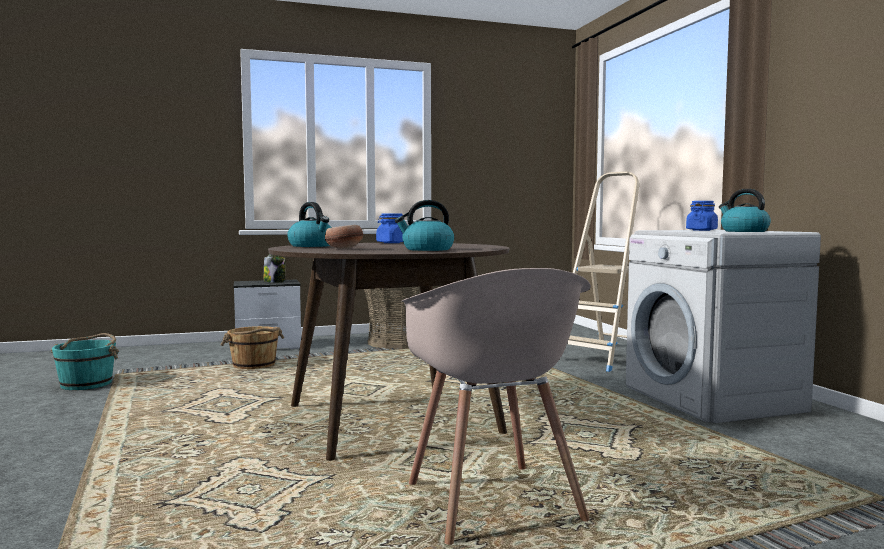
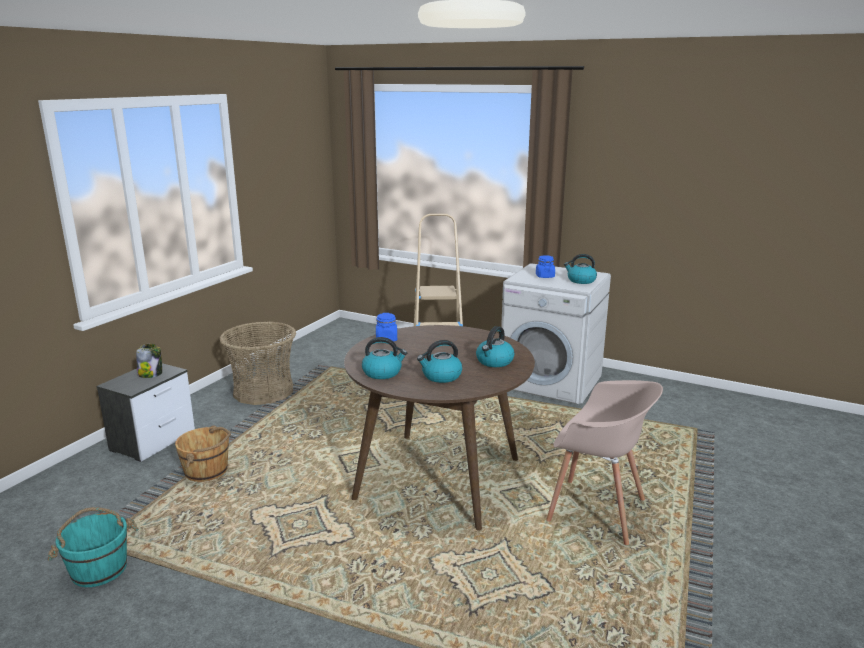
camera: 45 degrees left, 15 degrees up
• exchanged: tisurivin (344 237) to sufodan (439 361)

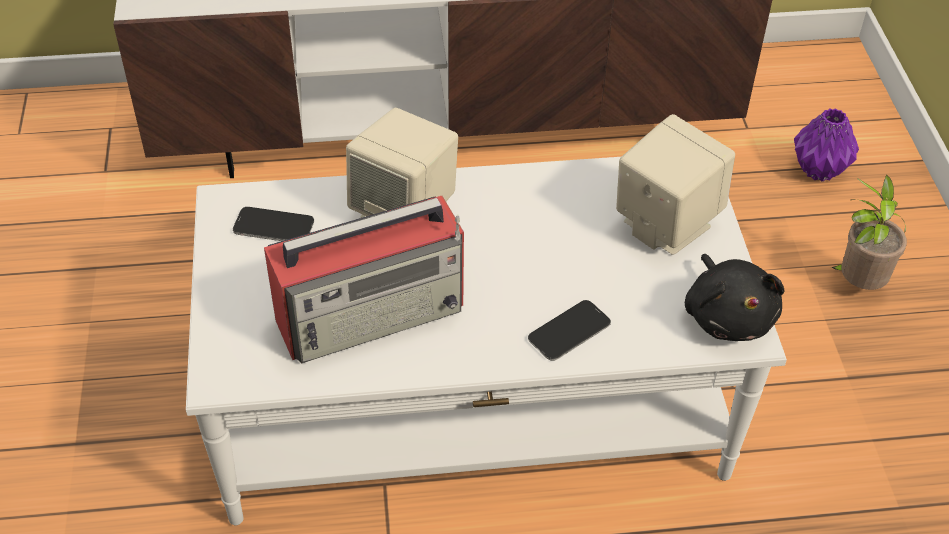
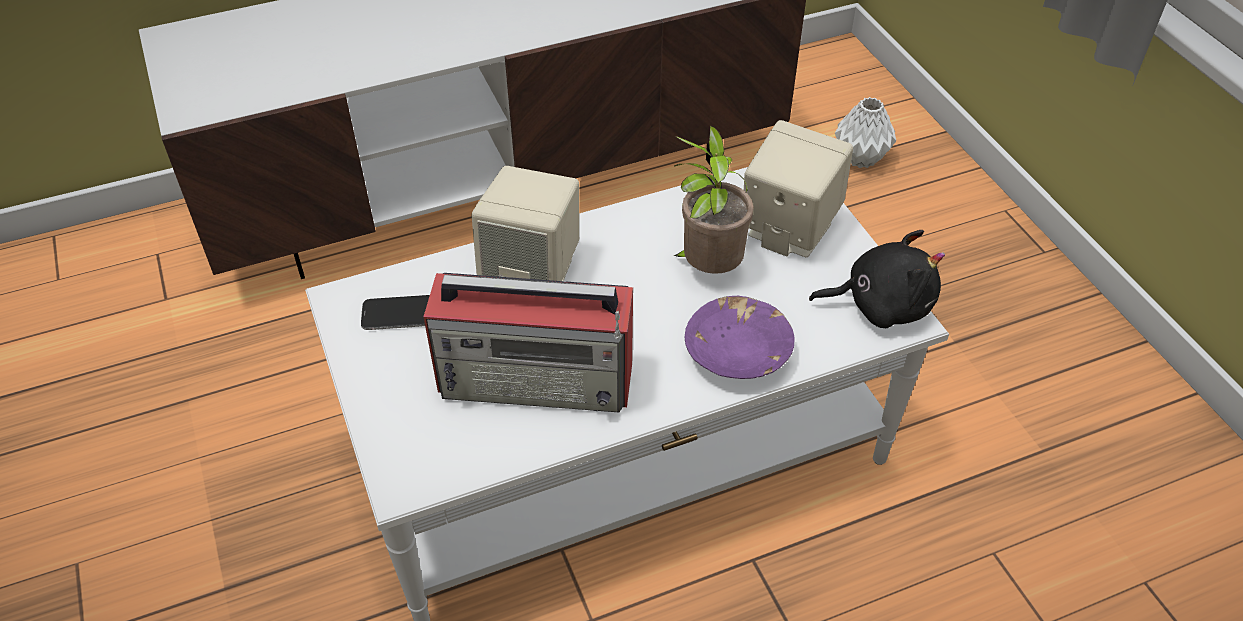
camera: 15 degrees left, 0 degrees up
• colour: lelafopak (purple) (826 145) to lelafopak (white) (865 132)
• relocated: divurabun (869 232) to (714 199)
• spun: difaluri (364 279) = (528 342) 45 degrees clockwise
• spun: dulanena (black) (735 297) = (877 279) 60 degrees counterclockwise
• exchanged: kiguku (569 330) to tisurivin (purple) (739 337)

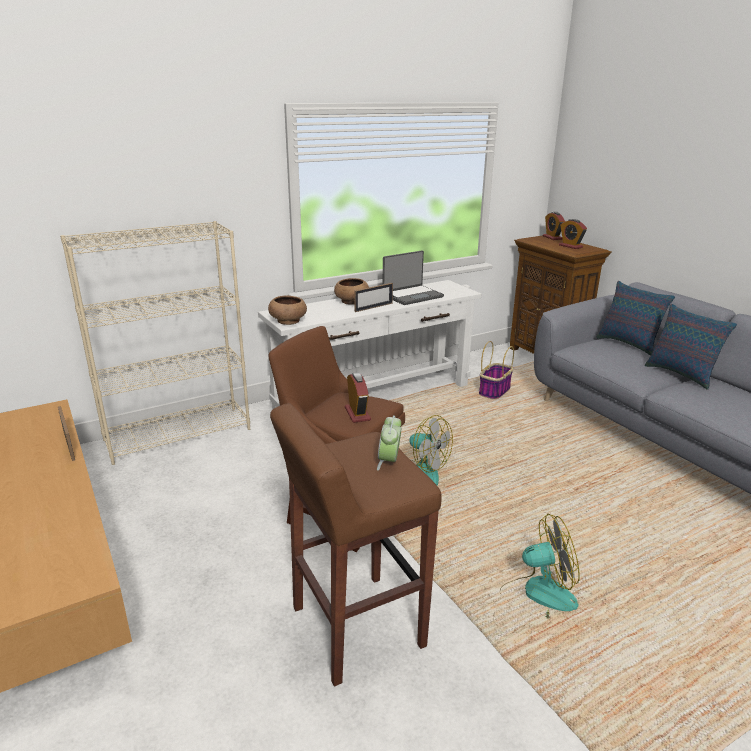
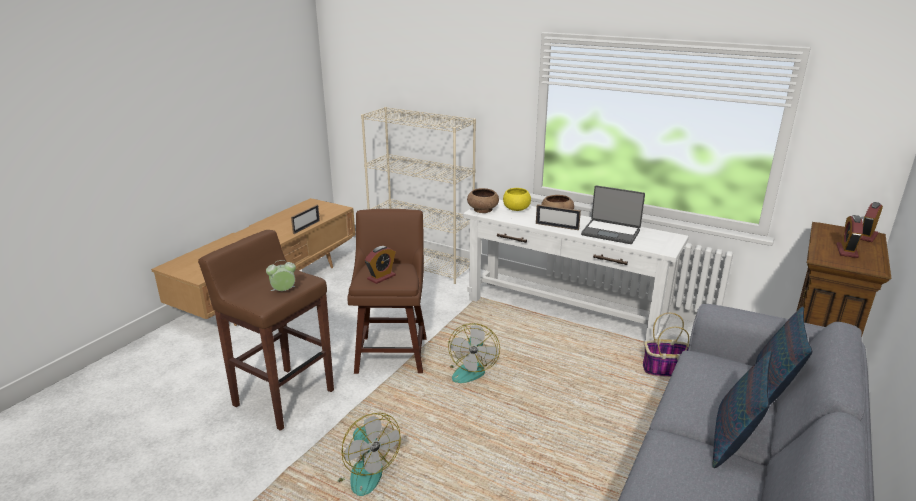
camera: 60 degrees right, 0 degrees up
• appeared: tisurivin (yellow) (517 199)

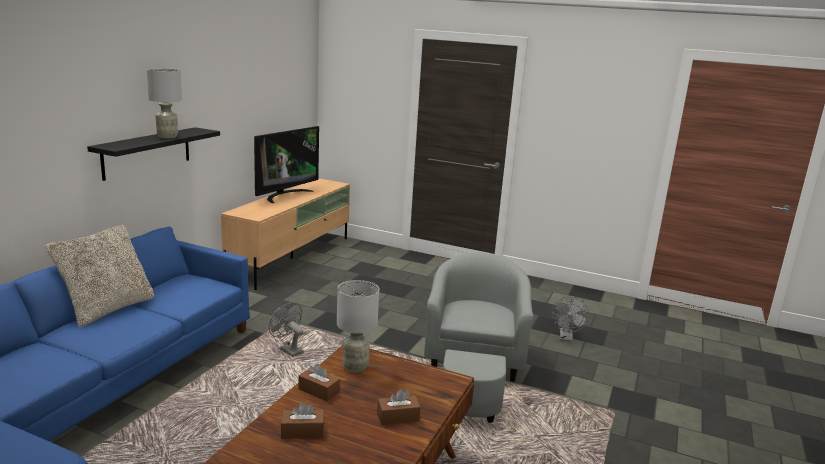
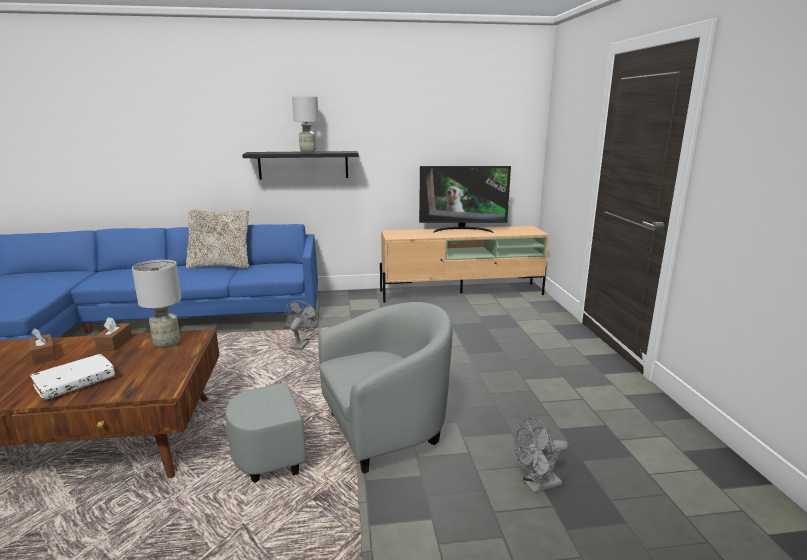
camera: 60 degrees right, 0 degrees up
• exchanged: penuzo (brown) (399 407) to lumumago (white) (72 377)

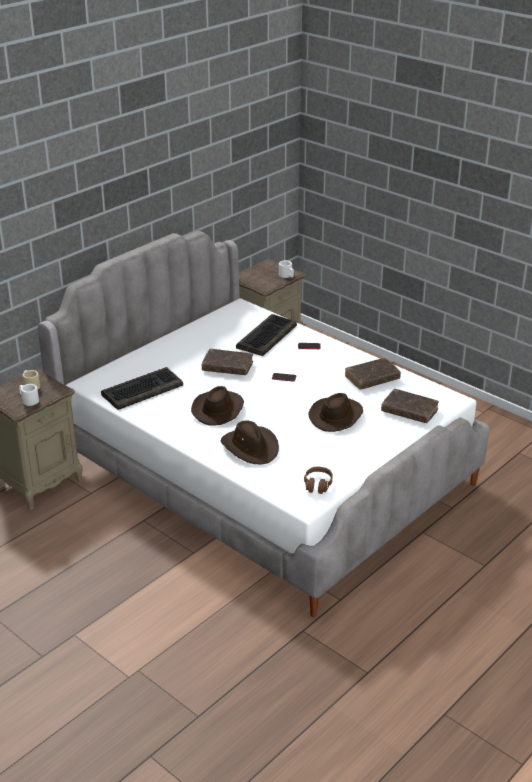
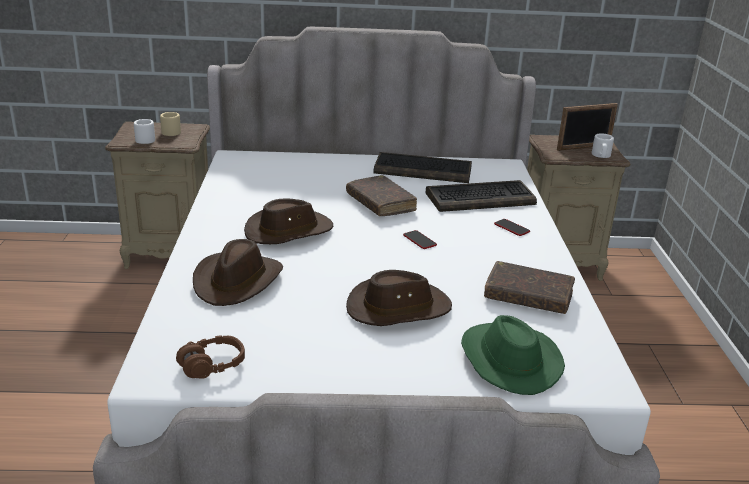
camera: 45 degrees right, 5 degrees down
• relocated: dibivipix (142 388) to (422 167)
• exchanged: lumumago (brown) (410 406) to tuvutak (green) (513 355)
• appeared: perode (587 127)

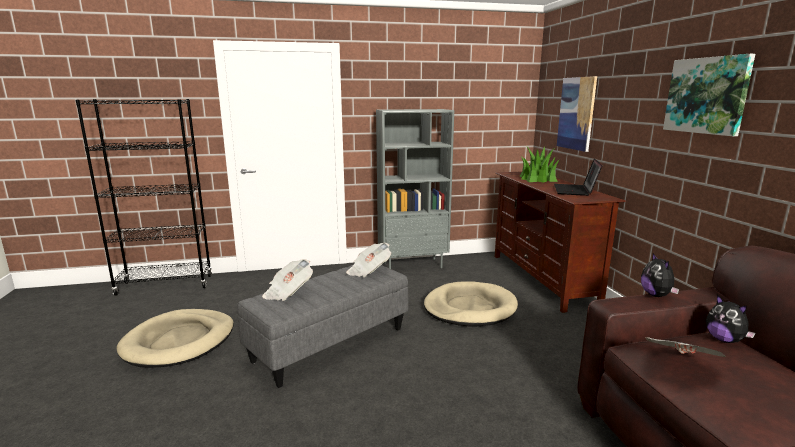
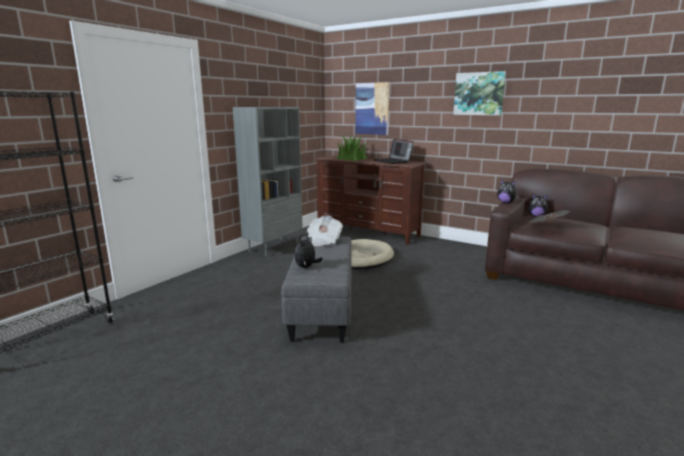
camera: 45 degrees left, 0 degrees up
• exchanged: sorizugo (287 280) to dulanena (309 251)
• missing: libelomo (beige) (175 338)

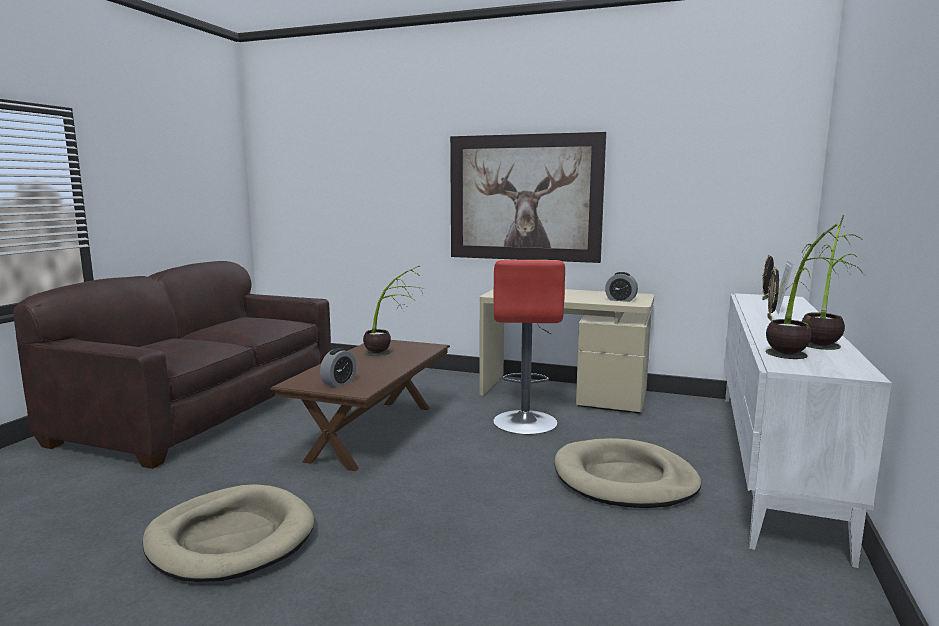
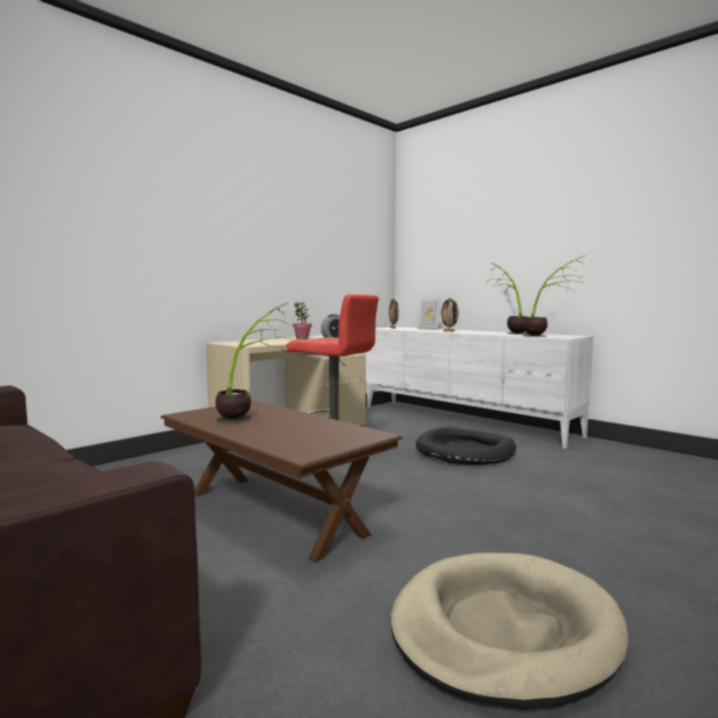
camera: 65 degrees left, 5 degrees down
• missing: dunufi (528 197)
• missing: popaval (338 367)
• colour: libelomo (beige) (627 473) to libelomo (black) (466 446)
• appeared: divurabun (302 321)

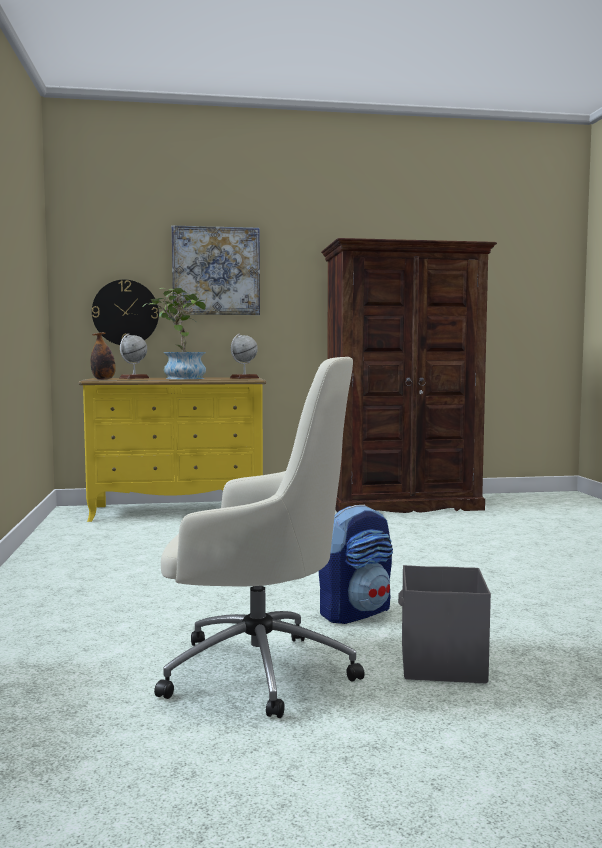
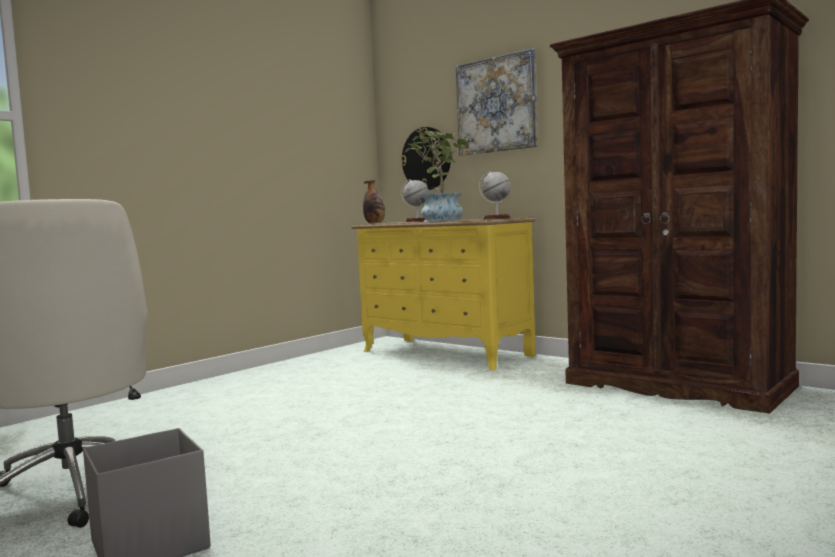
camera: 50 degrees right, 0 degrees up
• missing: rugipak (355 564)

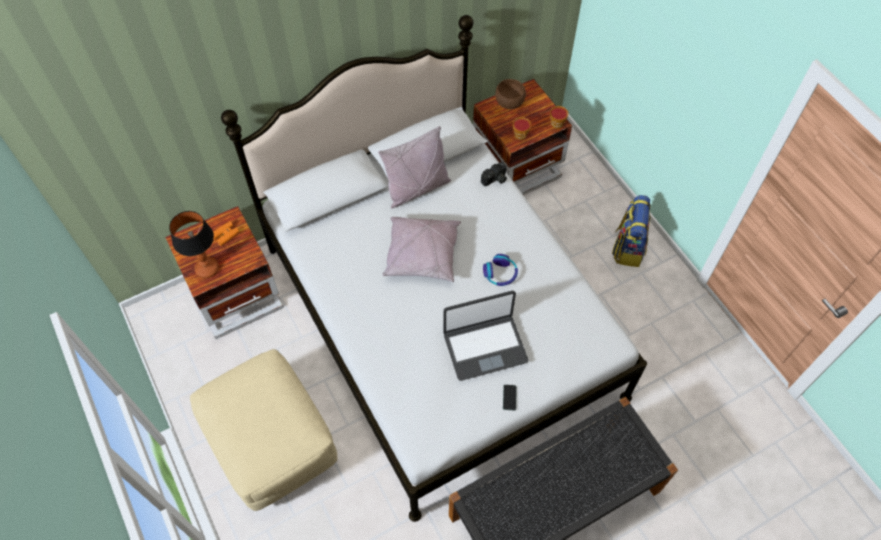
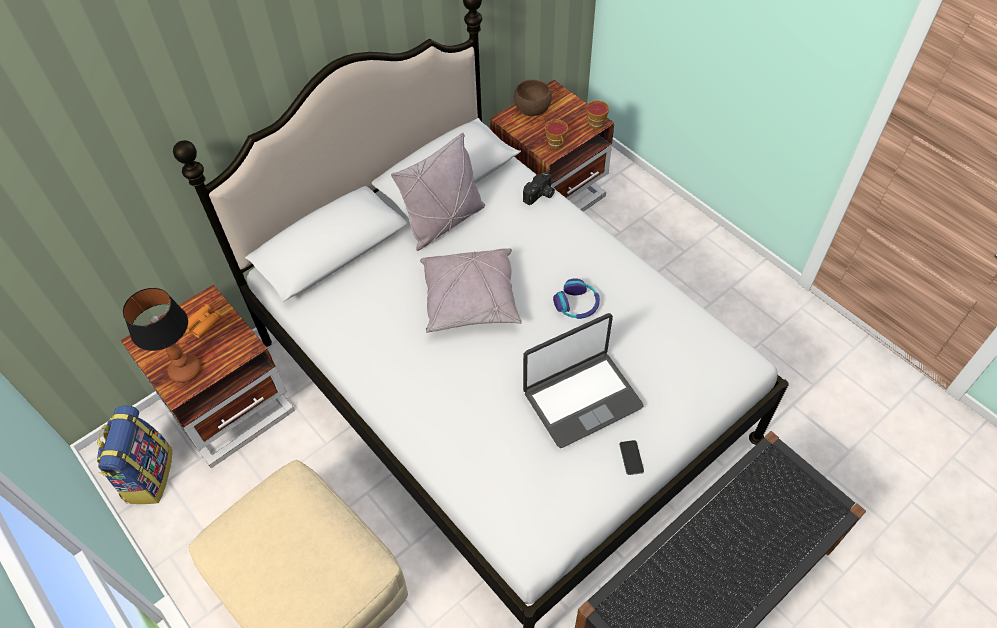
camera: 10 degrees left, 5 degrees down
• relocated: rugipak (631 231) to (134 454)

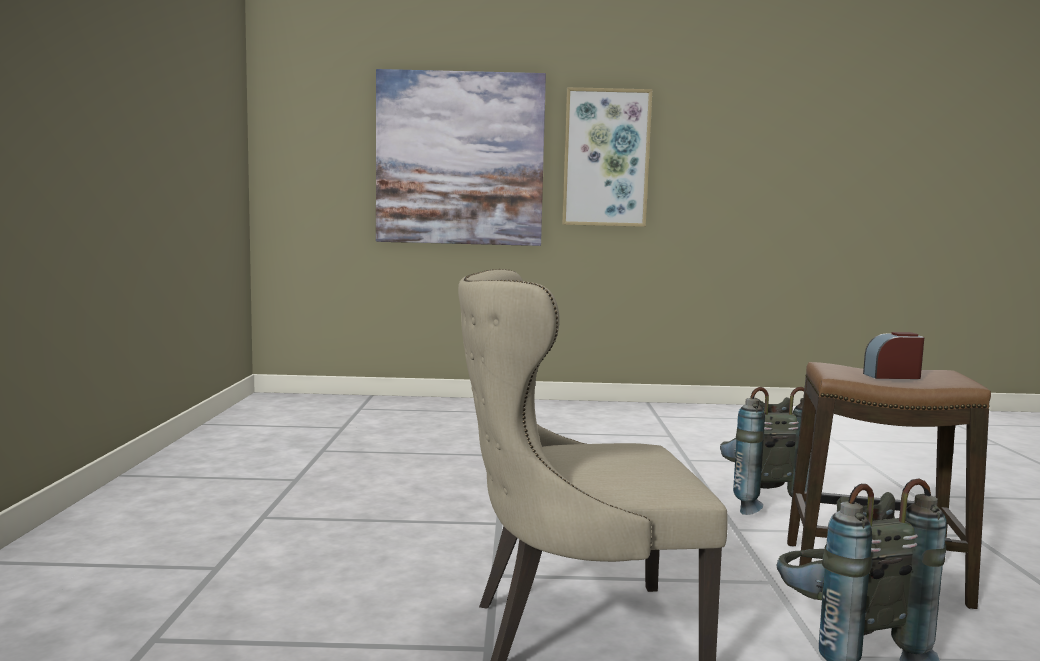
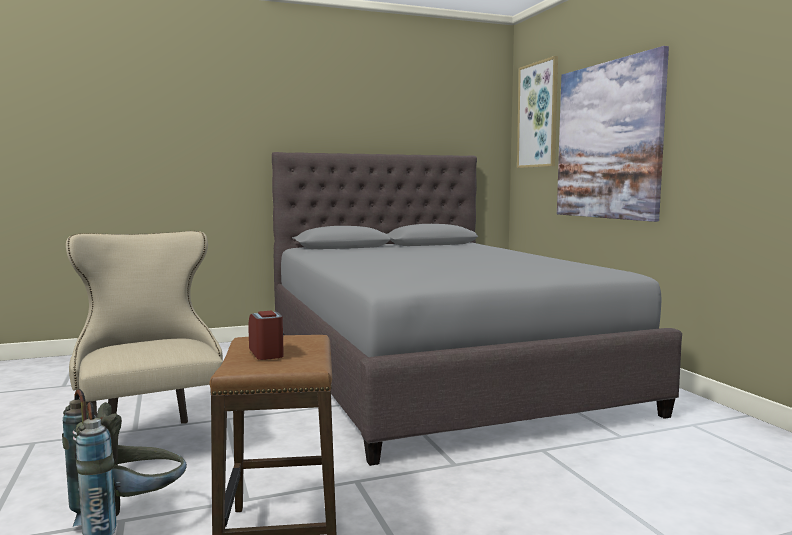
camera: 70 degrees right, 0 degrees up
• relocated: dunufi (607 157) to (537 112)
• missing: rugipak (grey) (765 451)
• appeared: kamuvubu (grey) (477 309)

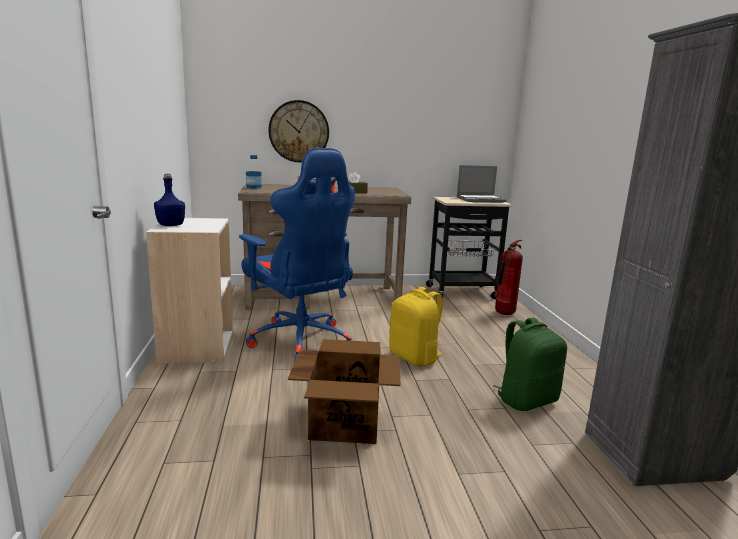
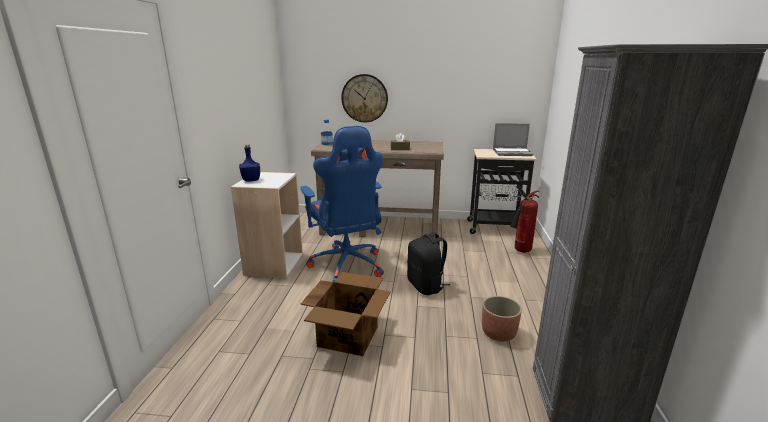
camera: 15 degrees right, 5 degrees up
• colour: rugipak (yellow) (416 327) to rugipak (black) (428 263)
• exchanged: rugipak (green) (530 364) to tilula (502 319)

